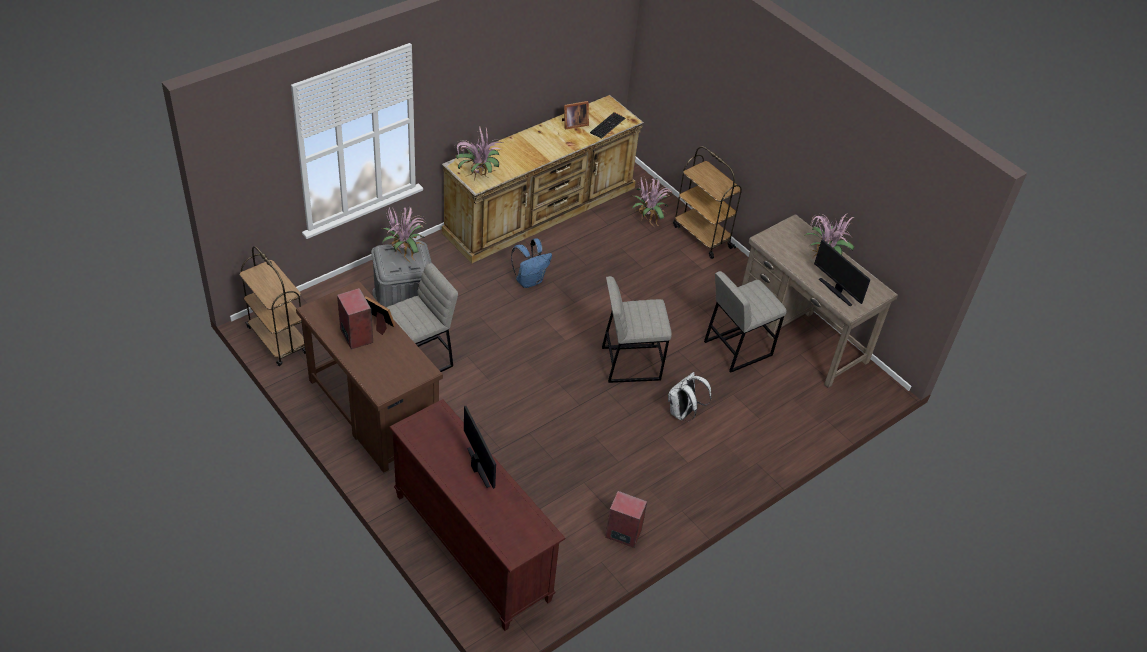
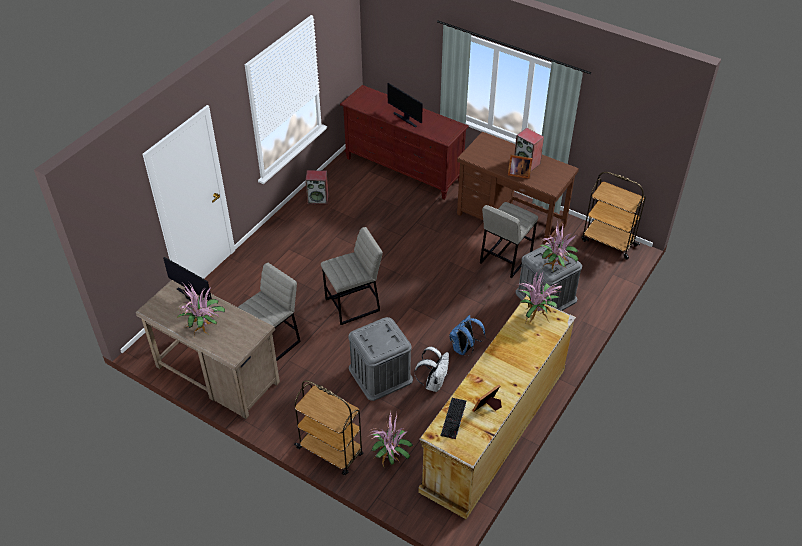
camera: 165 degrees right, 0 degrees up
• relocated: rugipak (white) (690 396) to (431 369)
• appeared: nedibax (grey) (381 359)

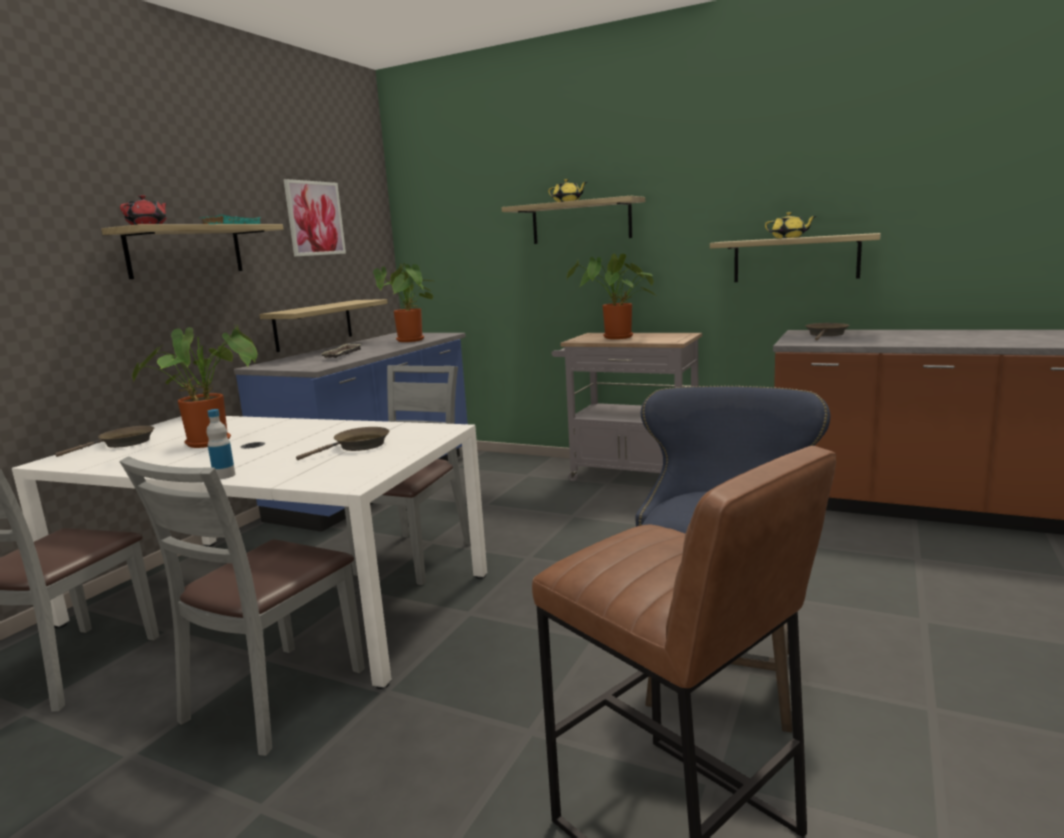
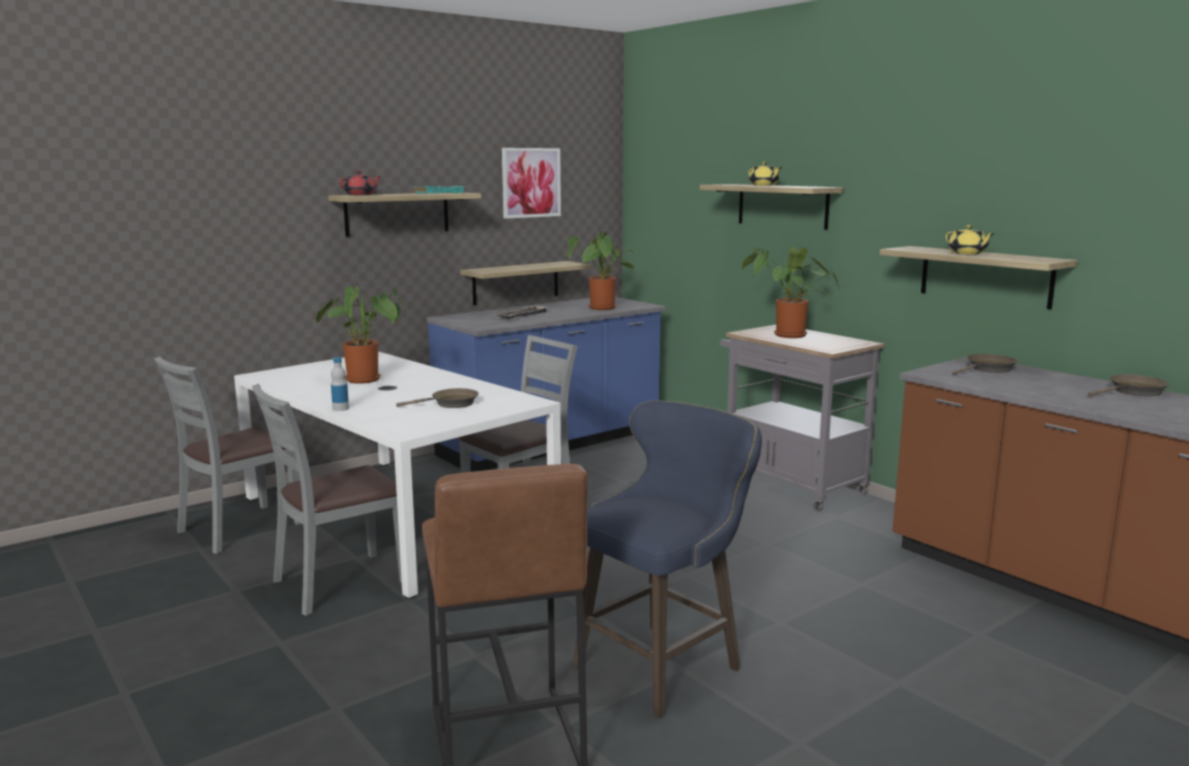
camera: 25 degrees right, 0 degrees up
• relocated: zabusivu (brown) (104 441) to (1129 385)

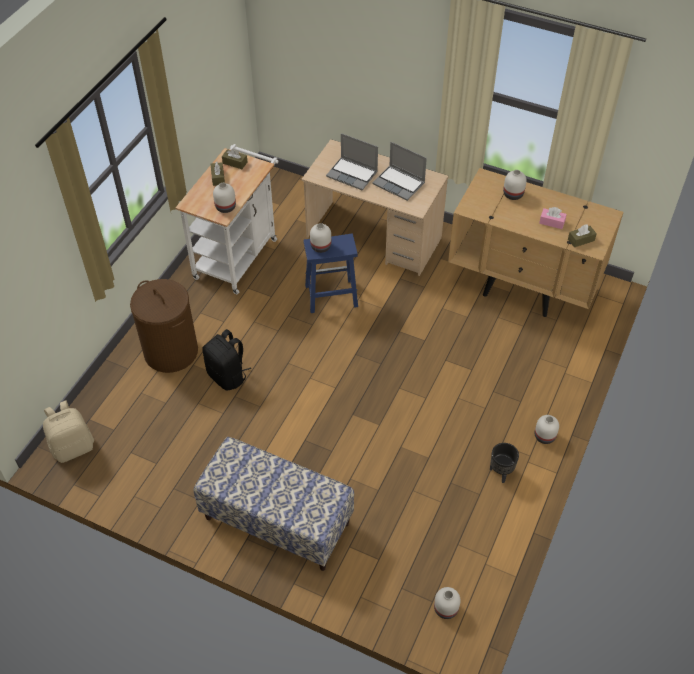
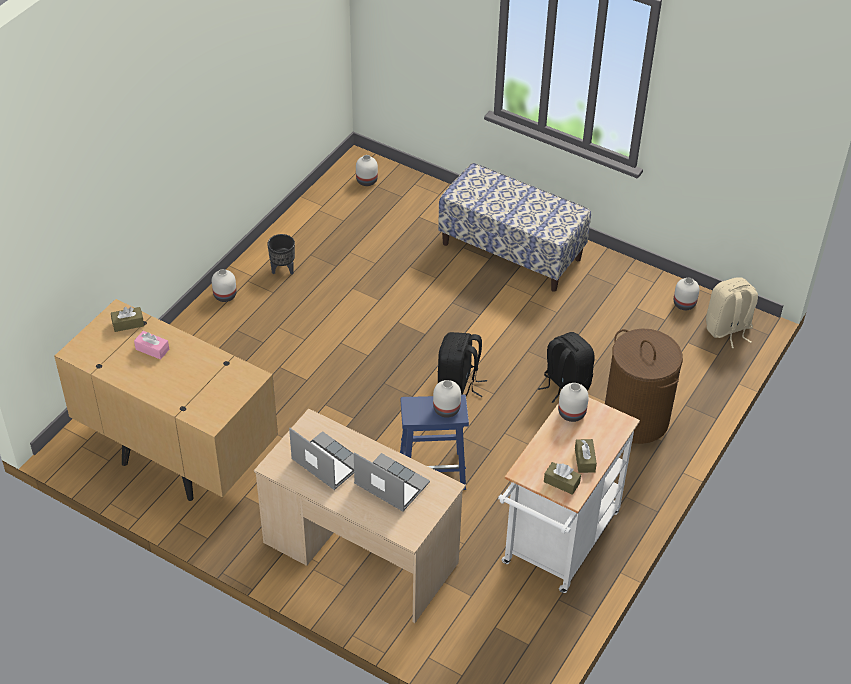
camera: 175 degrees left, 5 degrees down
• relocated: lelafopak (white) (515 185) to (686 294)
• appeared: rugipak (black) (462 364)

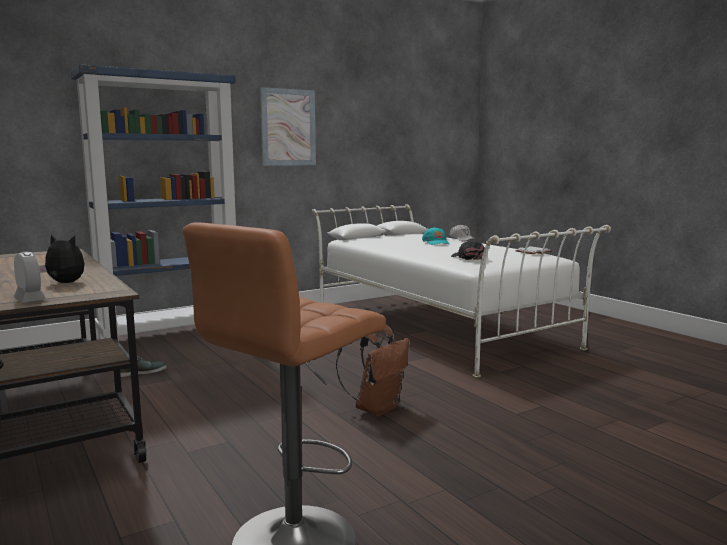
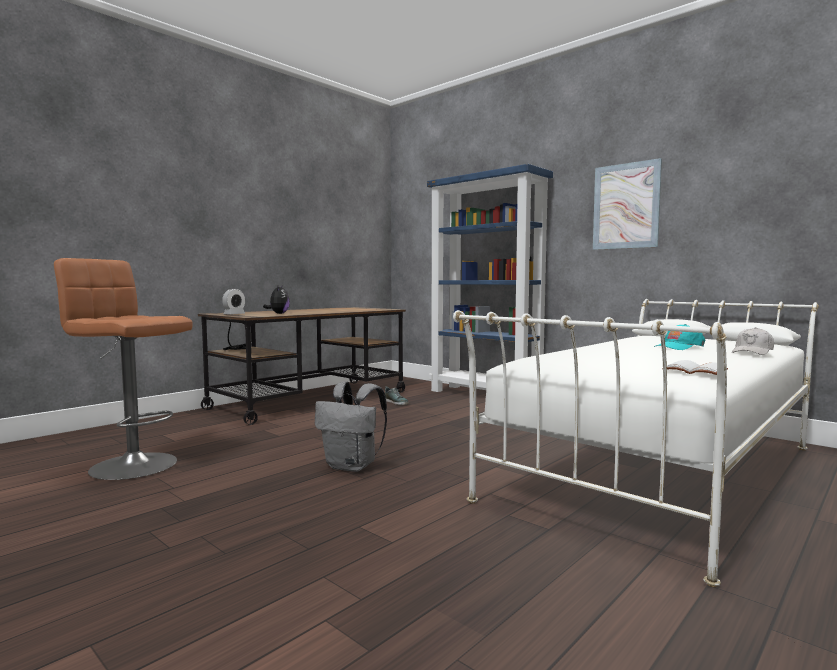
camera: 75 degrees right, 5 degrees down
• missing: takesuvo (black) (468 250)
• colour: rugipak (brown) (372 370) to rugipak (grey) (351 427)

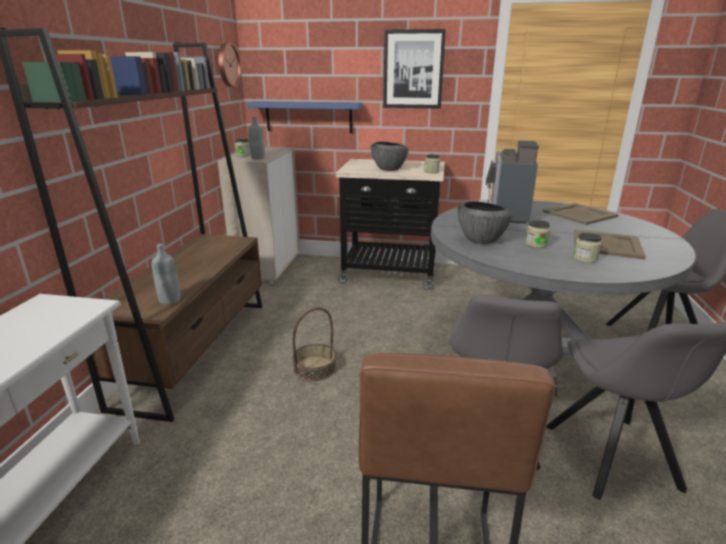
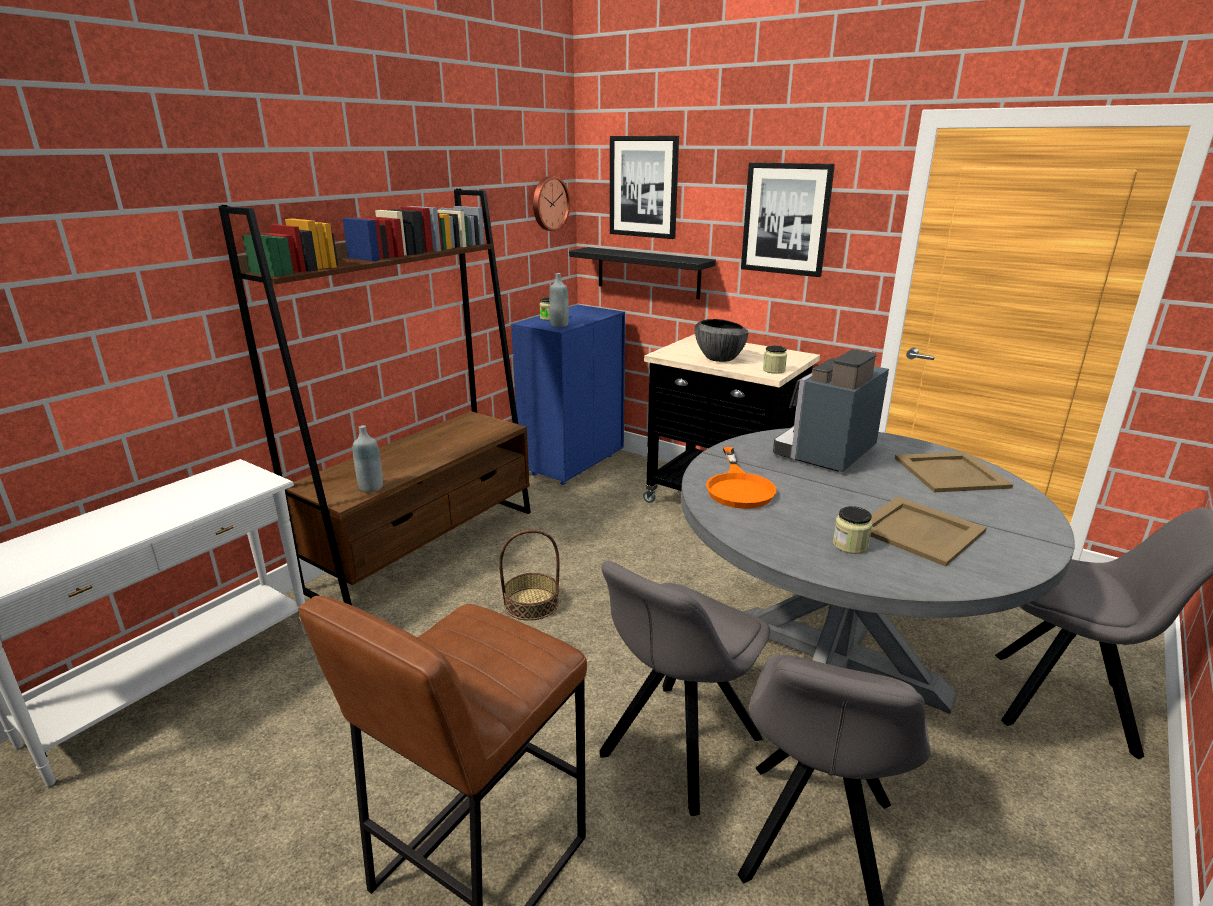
camera: 25 degrees right, 0 degrees up
• colour: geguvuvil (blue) (304 117) to geguvuvil (black) (642 273)
• colour: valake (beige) (259 215) to valake (blue) (568 395)
• exchanged: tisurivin (485 222) to zabusivu (orange) (741 478)
• missing: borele (537 234)
• appeared: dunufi (644 187)

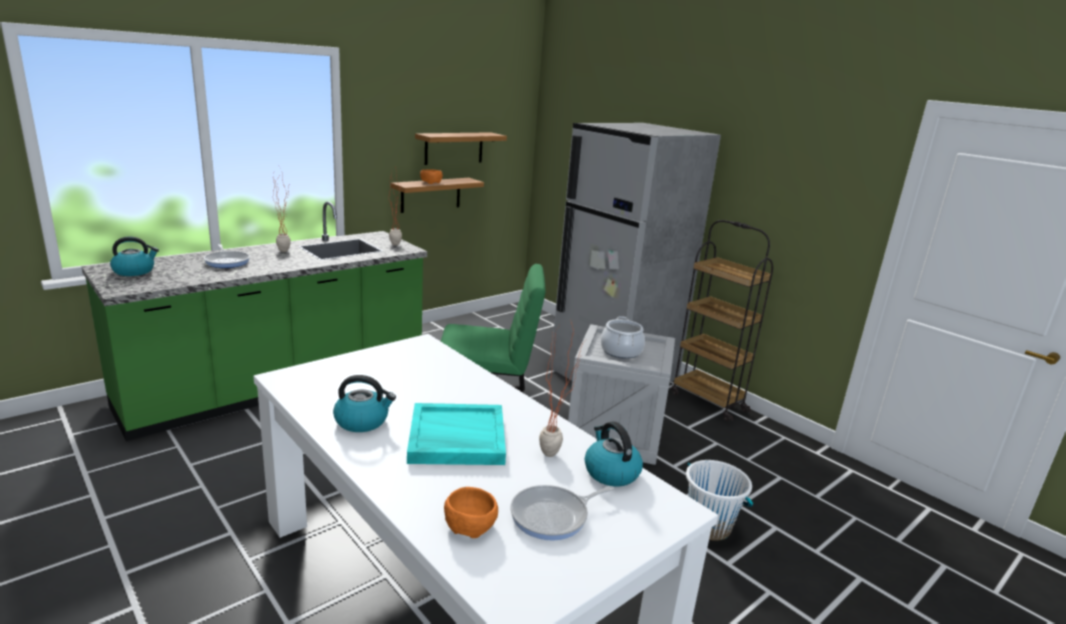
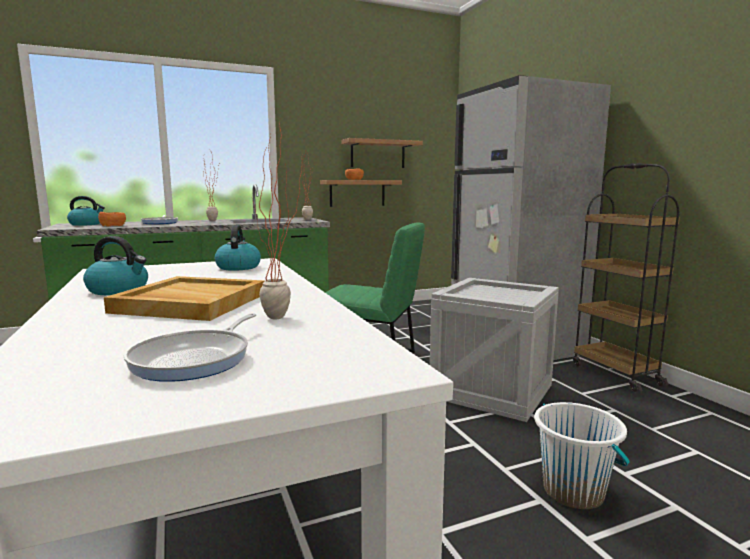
camera: 20 degrees right, 10 degrees down
• missing: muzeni (623 337)
• colour: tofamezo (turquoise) (456 434) to tofamezo (beige) (184 298)
• relocated: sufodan (614 454) to (237 248)
• spun: zabusivu (562 513) = (190 347) 60 degrees counterclockwise
• relocated: tisurivin (orange) (471 512) to (112 219)

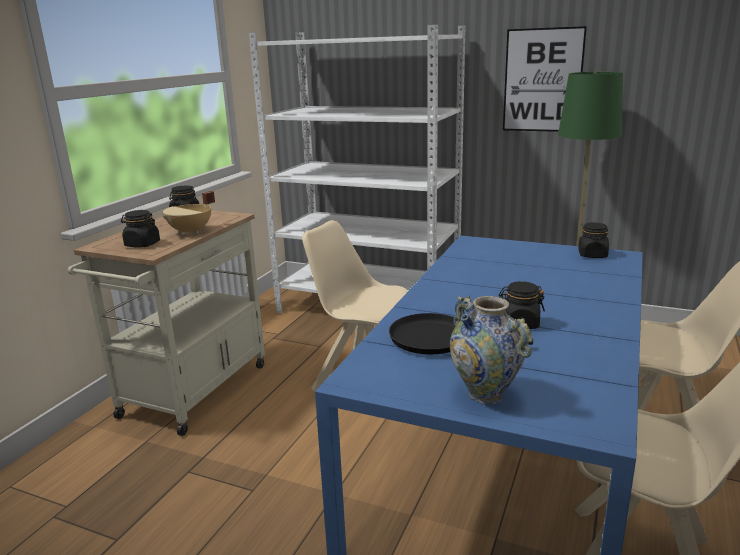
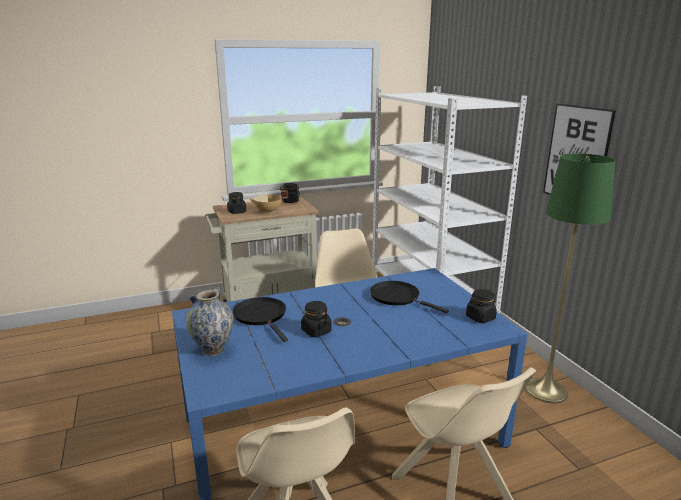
camera: 45 degrees right, 0 degrees up
• appeared: zabusivu (black) (409 297)

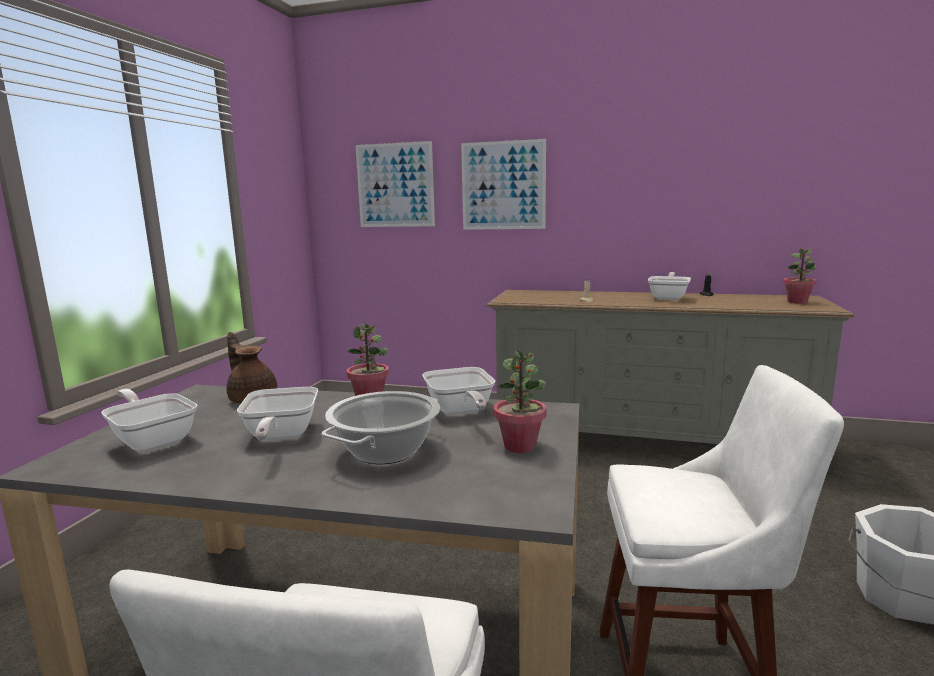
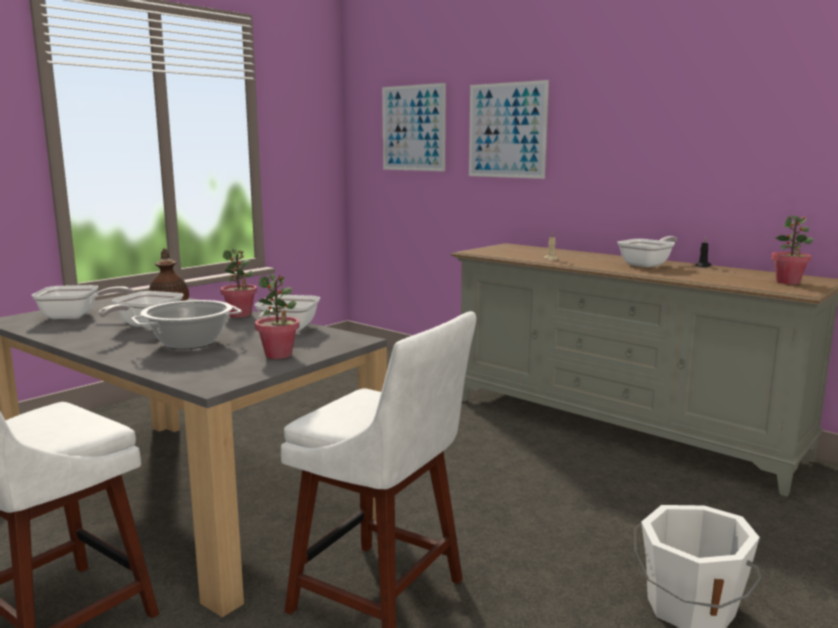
camera: 25 degrees right, 0 degrees up
• spun: zabusivu (149 420) = (82 302) 105 degrees clockwise

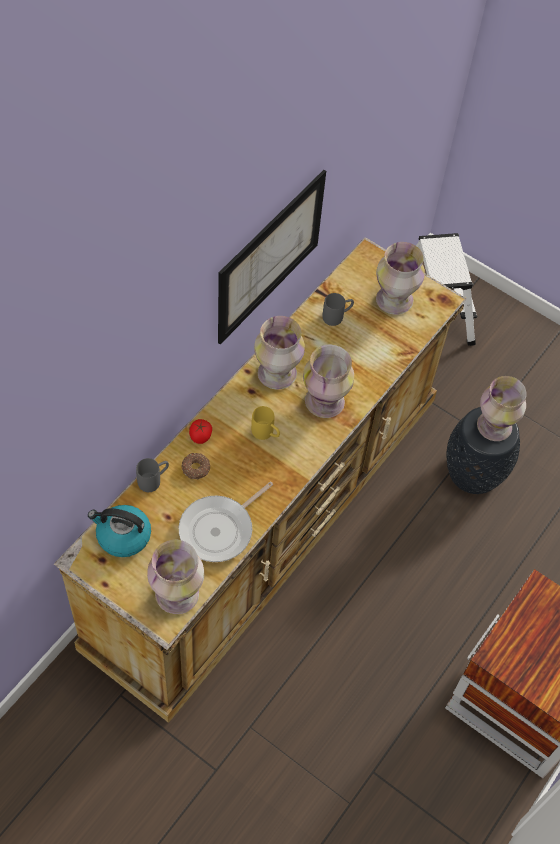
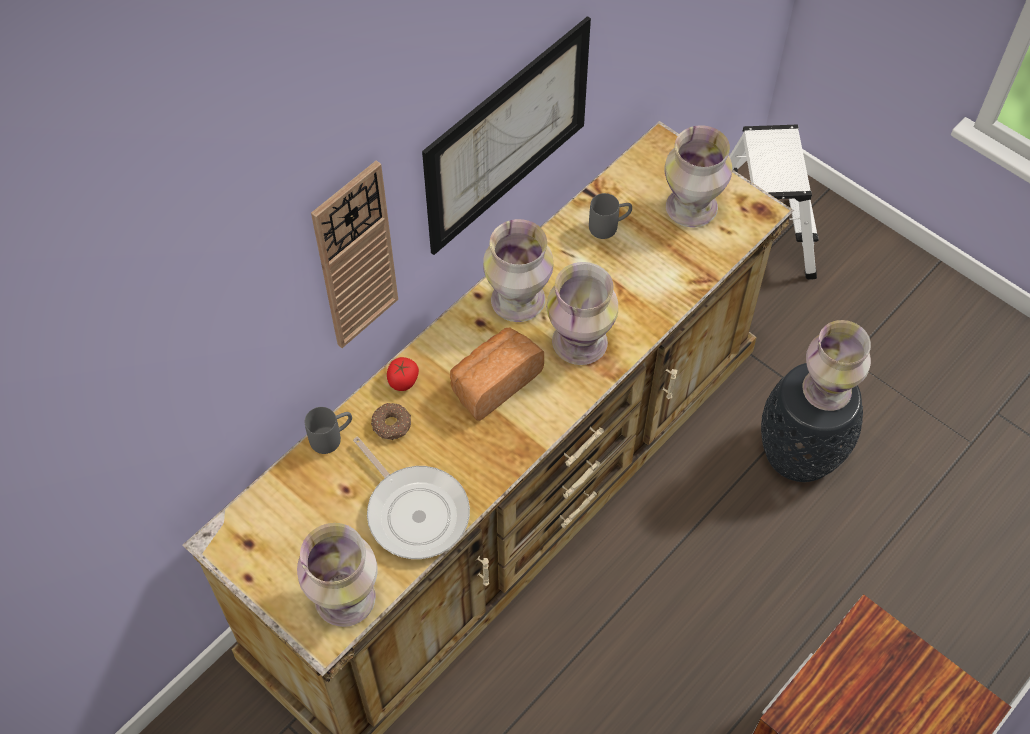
camera: 10 degrees right, 0 degrees up
• exchanged: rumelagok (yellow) (265 423) to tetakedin (497 374)
• spun: zabusivu (226 521) = (411 498) 90 degrees counterclockwise
• missing: sufodan (119 531)
• appeared: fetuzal (354 254)

